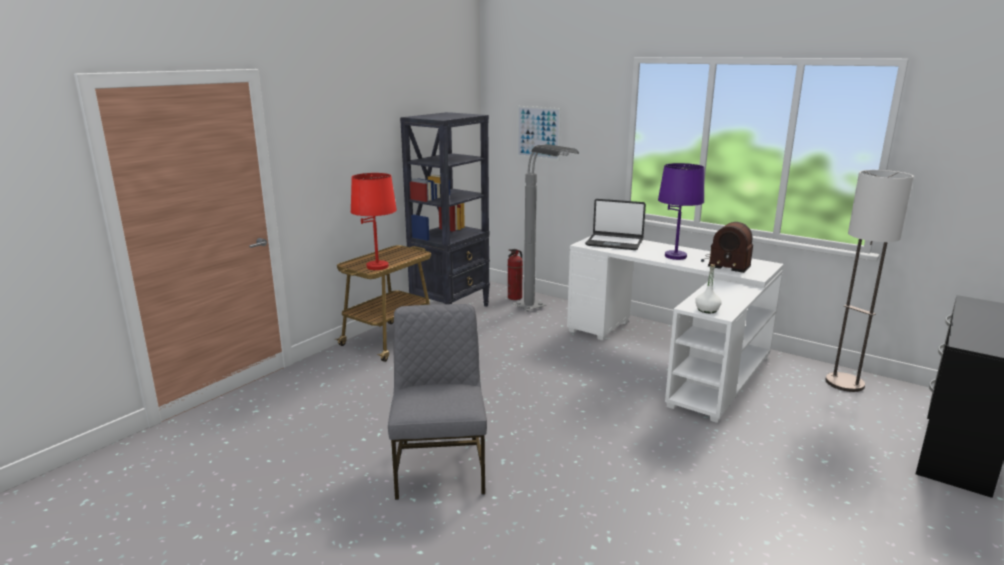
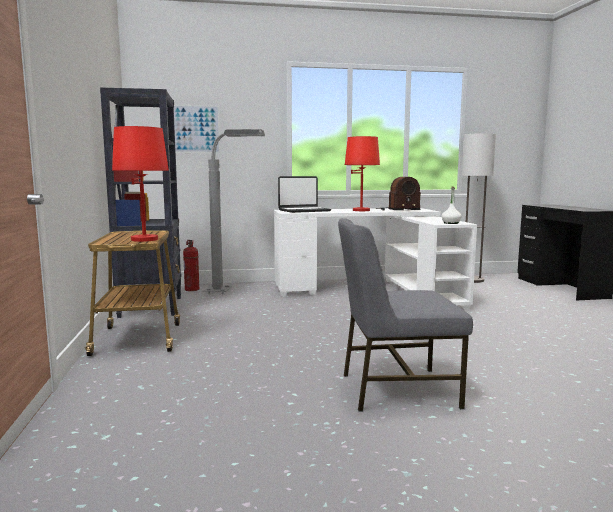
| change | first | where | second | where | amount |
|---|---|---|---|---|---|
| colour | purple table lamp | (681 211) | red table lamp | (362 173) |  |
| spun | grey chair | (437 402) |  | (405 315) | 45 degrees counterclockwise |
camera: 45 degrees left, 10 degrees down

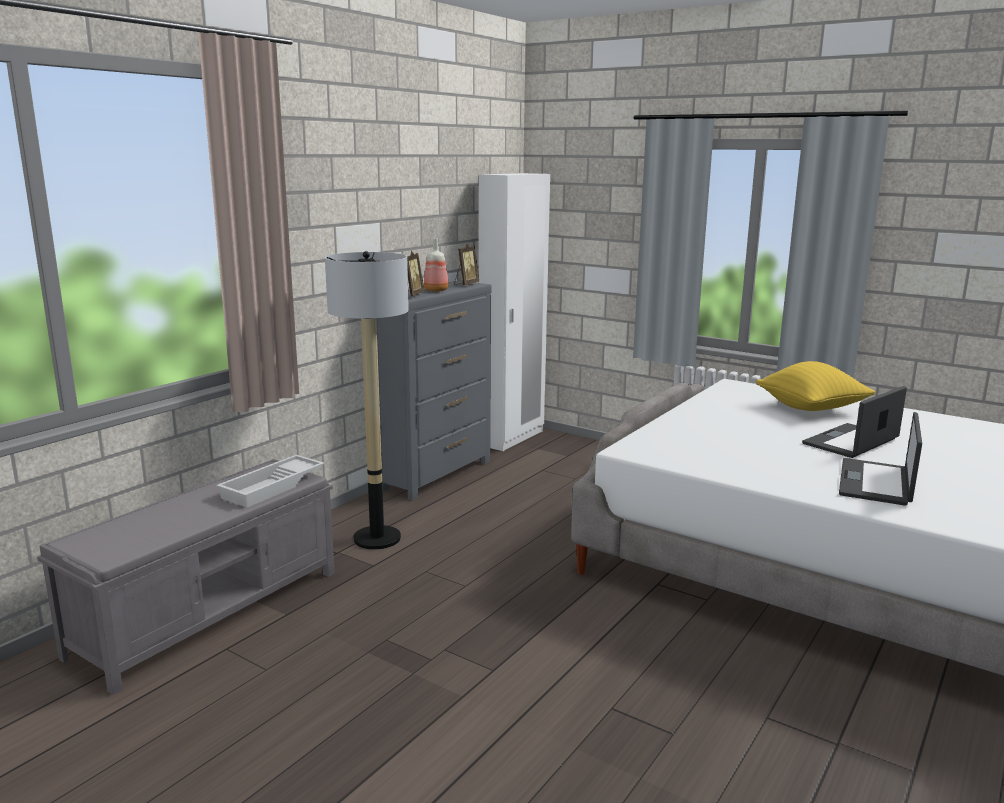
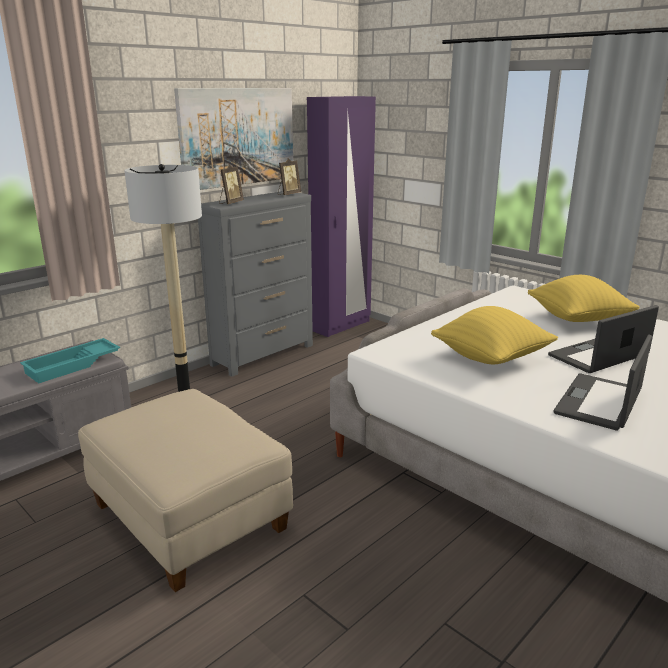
| change | first | where | second | where | amount |
|---|---|---|---|---|---|
| missing | bottle | (436 265) |  |  |  |
| appeared |  |  | beige ottoman | (185 490) |  |
| appeared |  |  | picture | (233 139) |  |
| appeared |  |  | yellow pillow | (494 335) |  |
| colour | white tray | (270 481) | turquoise tray | (70 360) |  |
| colour | white wardrobe | (514 312) | purple wardrobe | (341 216) |  |
camera: 10 degrees right, 5 degrees up

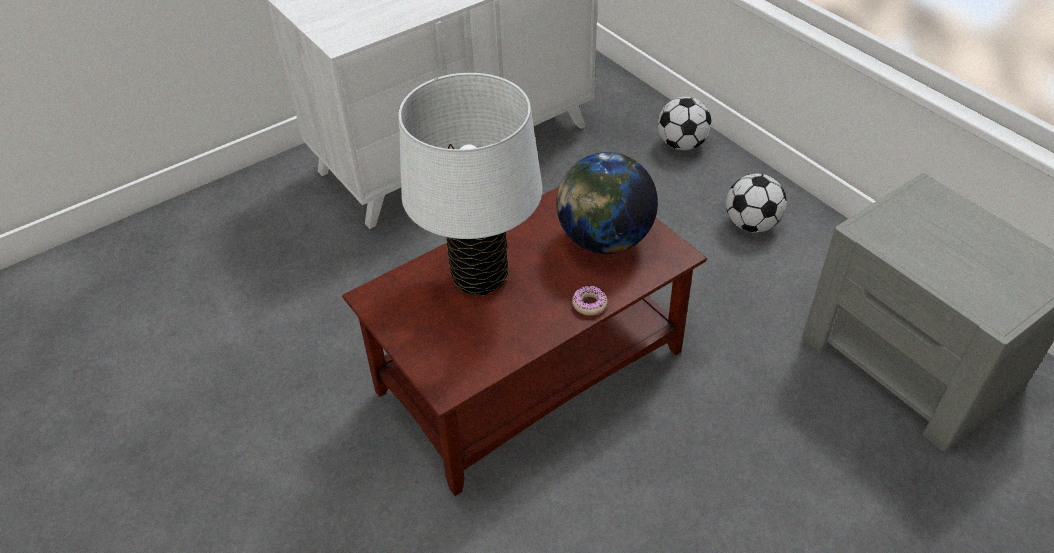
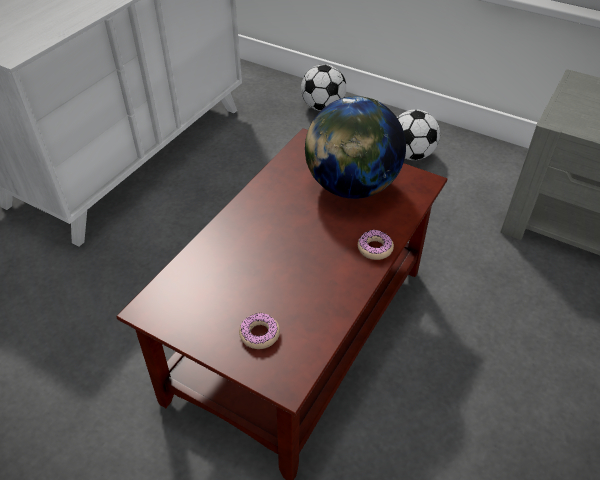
| change | first | where | second | where | amount |
|---|---|---|---|---|---|
| missing | white table lamp | (470 184) |  |  |  |
| appeared |  |  | donut | (259 331) |  |
camera: 25 degrees left, 0 degrees up

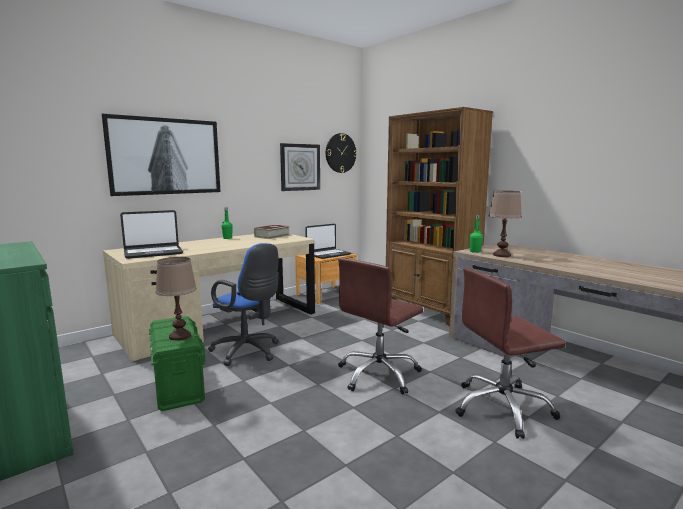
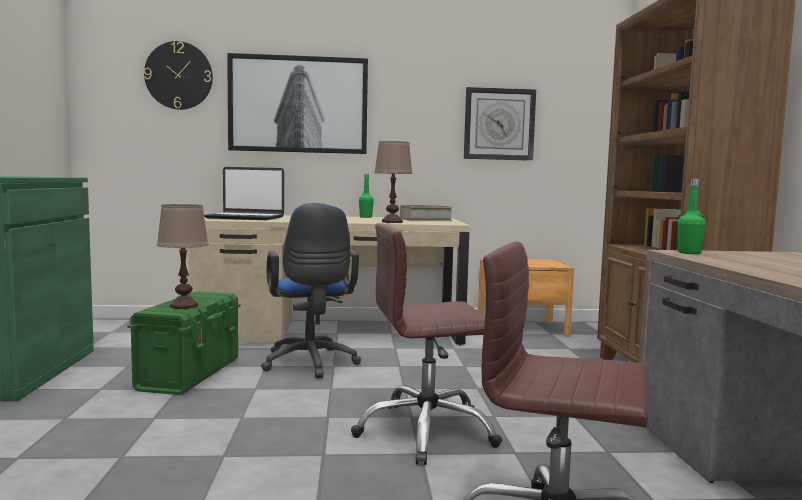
| change | first | where | second | where | amount |
|---|---|---|---|---|---|
| missing | laptop | (328 241) |  |  |  |
| relocated | wall clock | (341 153) |  | (178 75) |  |
| relocated | brown table lamp | (505 224) |  | (393 182) |  |
camera: 35 degrees right, 5 degrees down

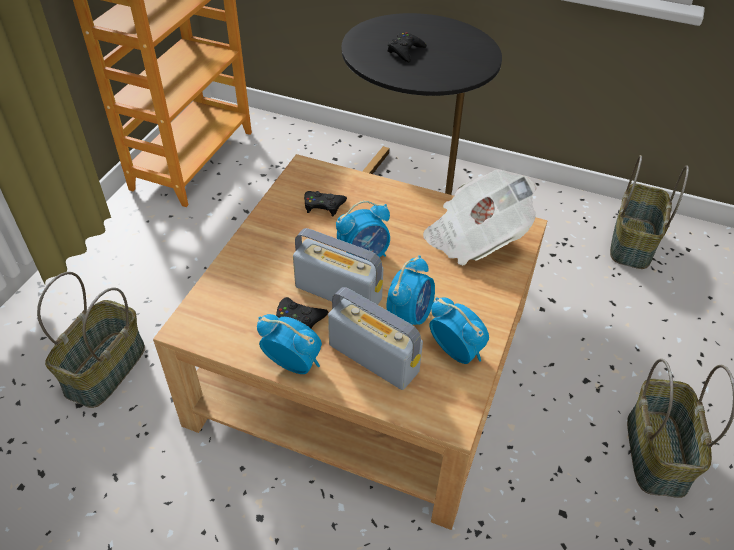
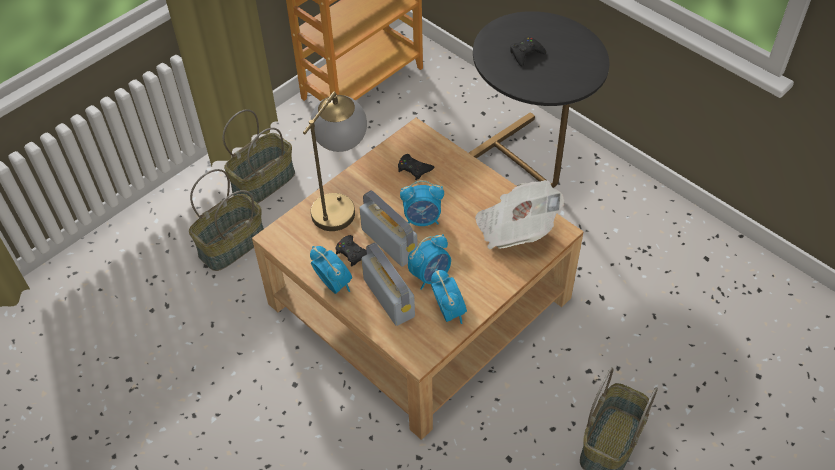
| change | first | where | second | where | amount |
|---|---|---|---|---|---|
| appeared |  |  | table lamp | (335 161) |  |
| relocated | basket | (649 212) |  | (259 156) |  |
camera: 25 degrees right, 5 degrees up

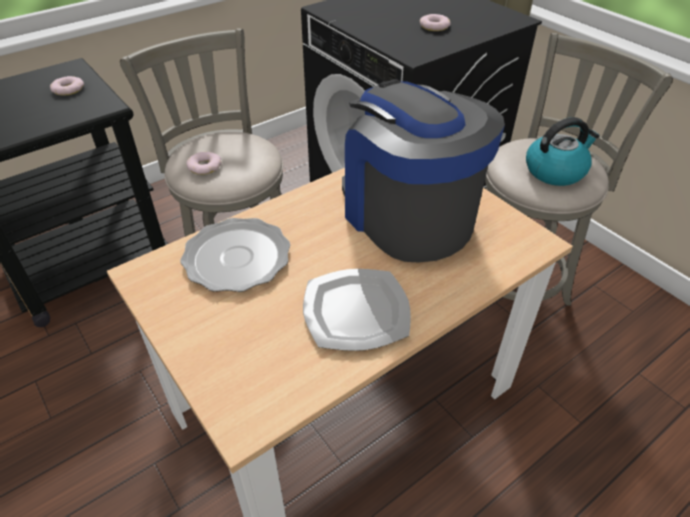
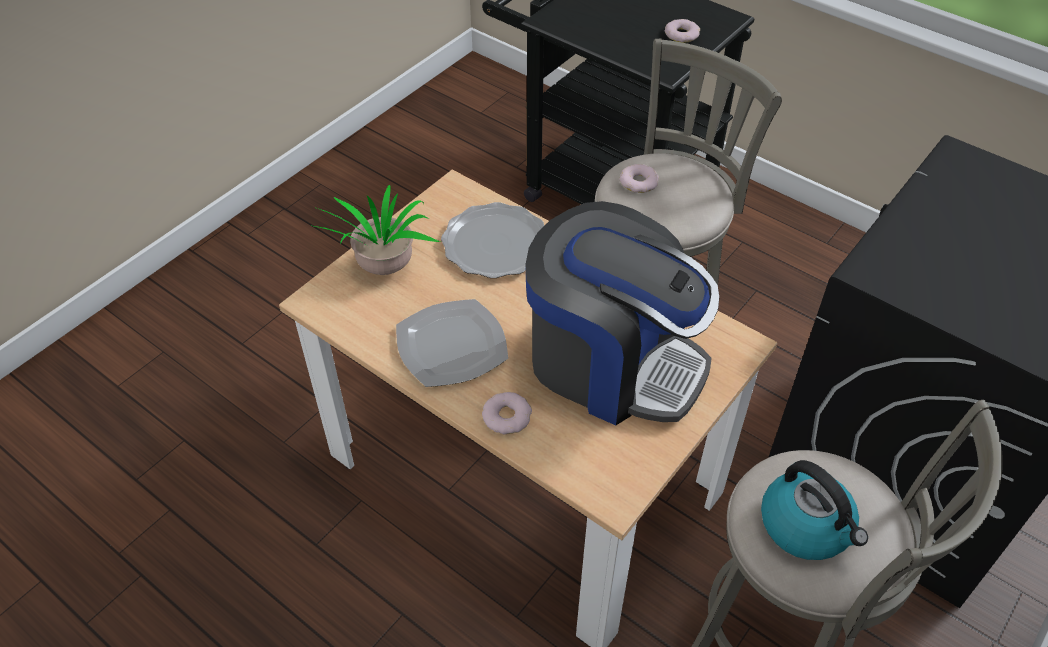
| change | first | where | second | where | amount |
|---|---|---|---|---|---|
| appeared |  |  | potted plant | (375 230) |  |
| relocated | donut | (434 22) |  | (507 413) |  |
| spun | coffee machine | (423 171) |  | (622 313) | 75 degrees clockwise |
camera: 75 degrees right, 5 degrees up

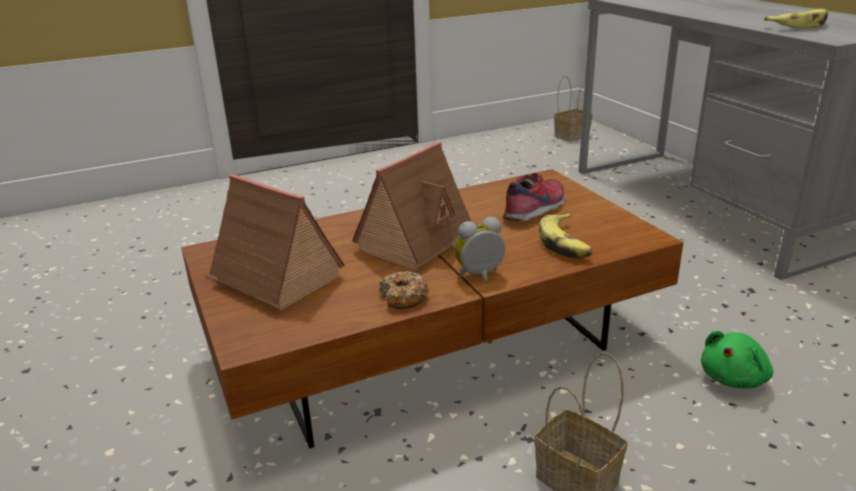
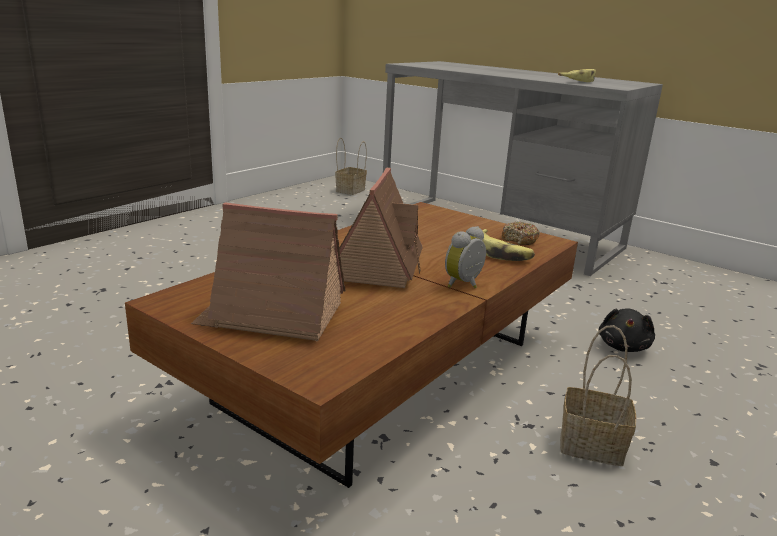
| change | first | where | second | where | amount |
|---|---|---|---|---|---|
| missing | shoe | (534 197) |  |  |  |
| relocated | donut | (404 290) |  | (521 233) |  |
| colour | green plush toy | (737 359) | black plush toy | (627 330) |  |
camera: 30 degrees left, 5 degrees down

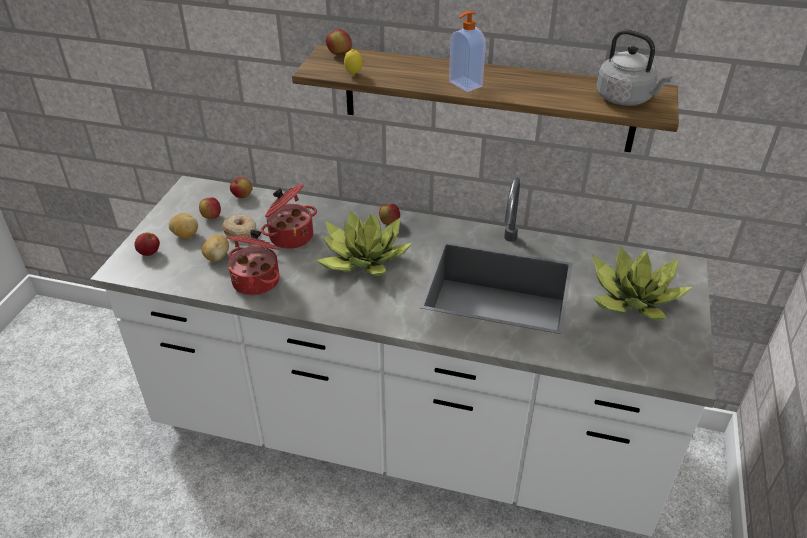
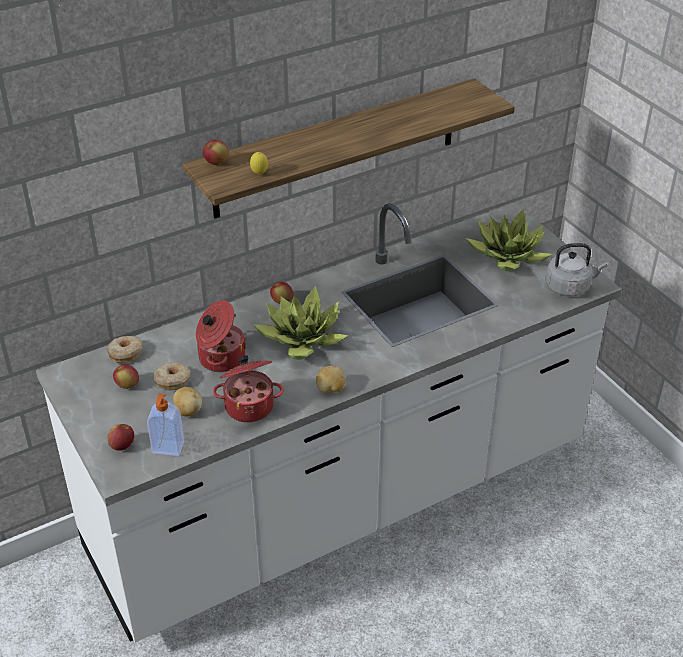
| change | first | where | second | where | amount |
|---|---|---|---|---|---|
| relocated | potato | (183 225) |  | (330 379) |  |
| relocated | soap dispenser | (467 51) |  | (165 425) |  |
| relocated | grey kettle | (634 68) |  | (576 270) |  |
| exchanged | apple | (241 187) | donut | (125 349) |  |
camera: 45 degrees left, 0 degrees up

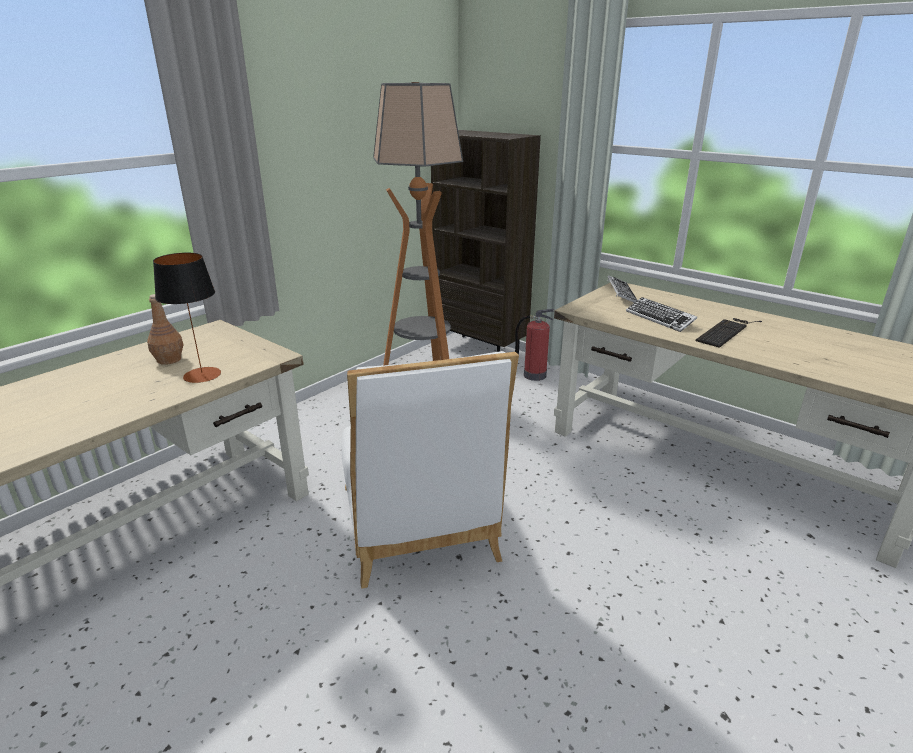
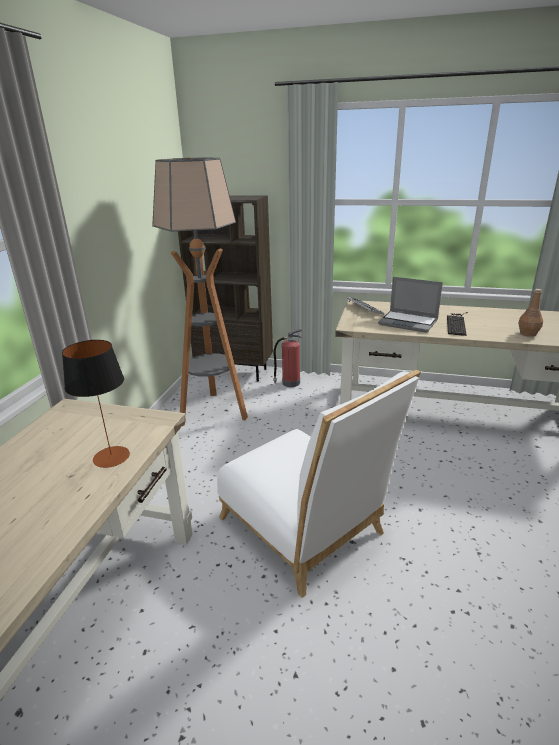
| change | first | where | second | where | amount |
|---|---|---|---|---|---|
| relocated | brown bottle | (165 329) |  | (530 313) |  |
| exchanged | keyboard | (661 314) | laptop | (410 305) |  |
camera: 25 degrees left, 0 degrees up

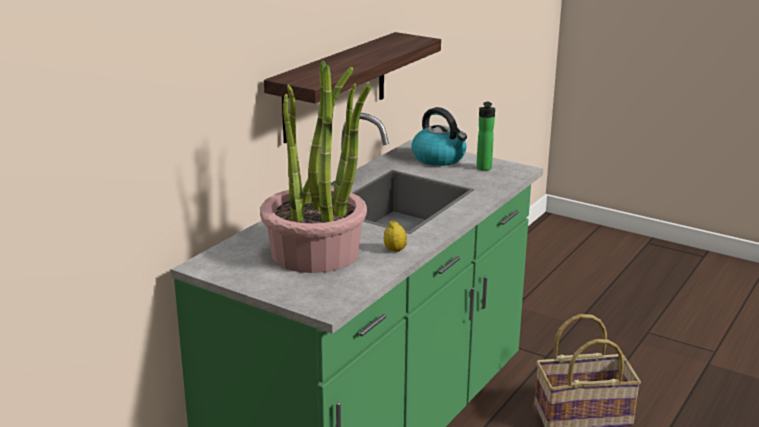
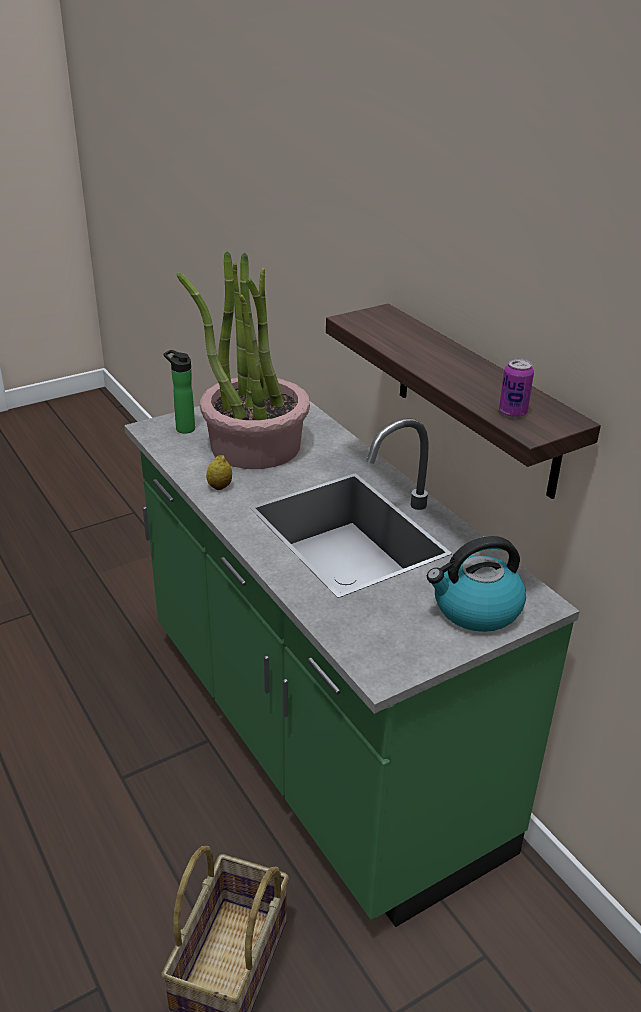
| change | first | where | second | where | amount |
|---|---|---|---|---|---|
| appeared |  |  | can | (516 388) |  |
| relocated | bottle | (485 136) |  | (179 392) |  |
camera: 115 degrees right, 10 degrees up

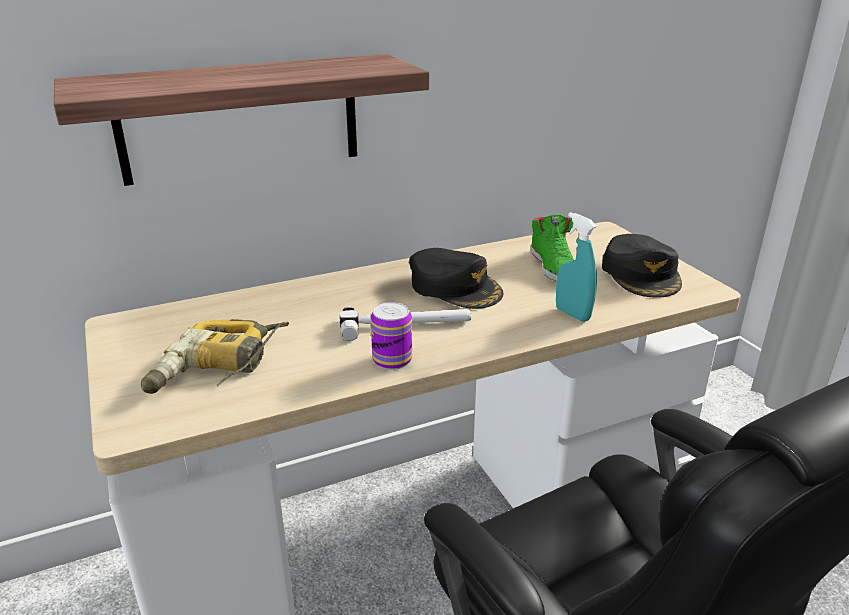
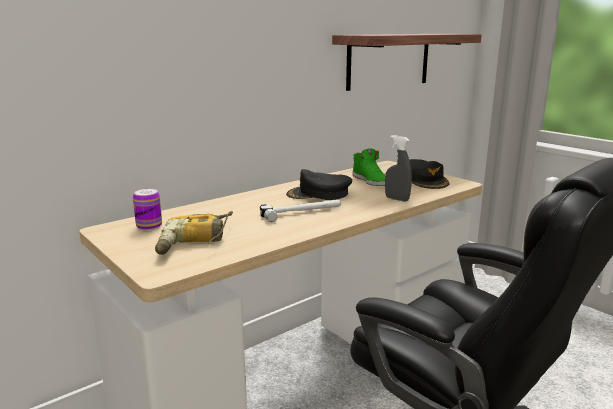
| change | first | where | second | where | amount |
|---|---|---|---|---|---|
| relocated | shelf | (241 120) |  | (407 62) |  |
| relocated | can | (391 336) |  | (147 209) |  |
| colour | turquoise spray bottle | (576 267) | grey spray bottle | (398 168) |  |
| spun | black cap | (456 278) |  | (319 184) | 150 degrees clockwise |
camera: 15 degrees left, 10 degrees down

